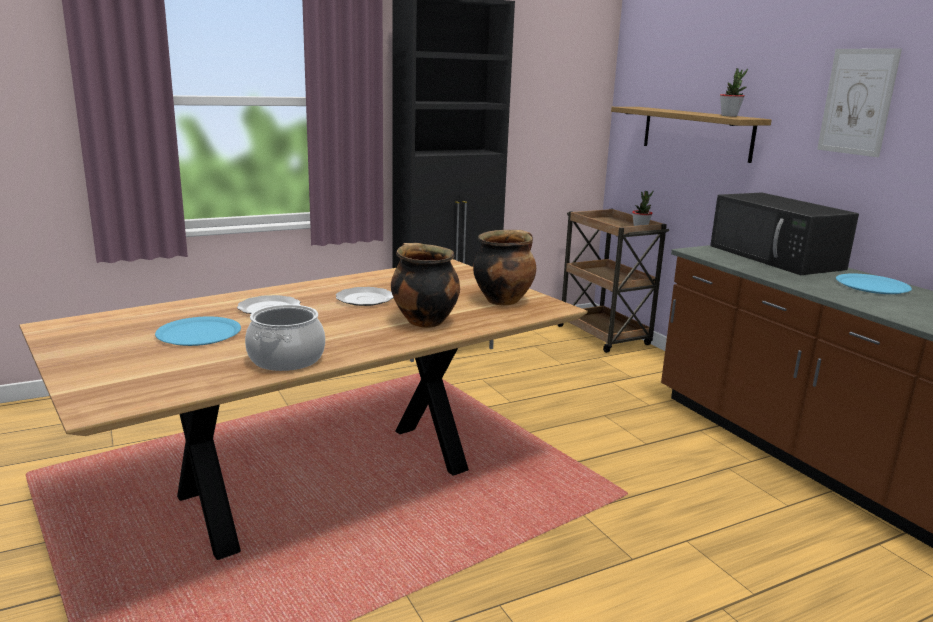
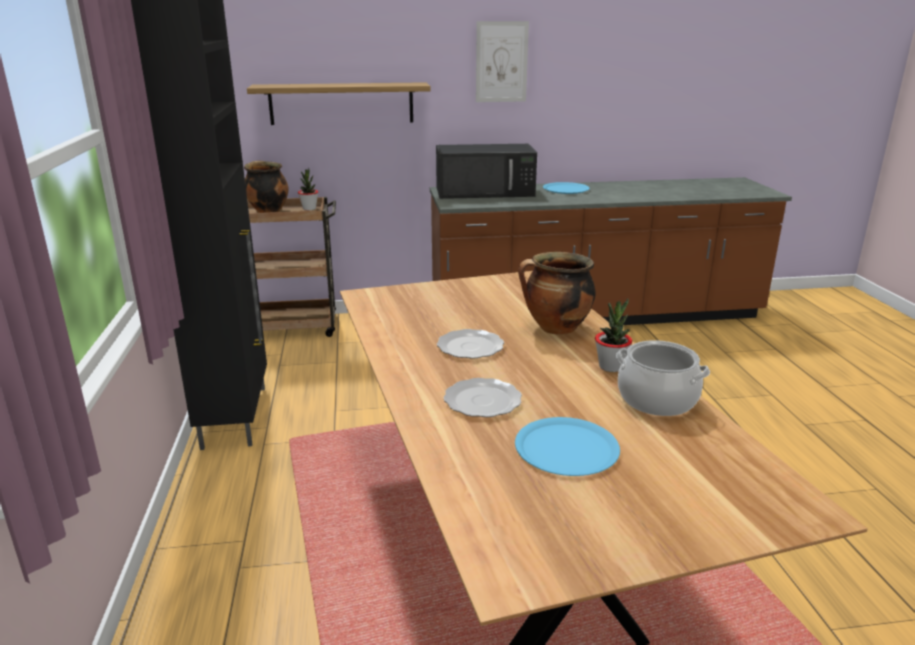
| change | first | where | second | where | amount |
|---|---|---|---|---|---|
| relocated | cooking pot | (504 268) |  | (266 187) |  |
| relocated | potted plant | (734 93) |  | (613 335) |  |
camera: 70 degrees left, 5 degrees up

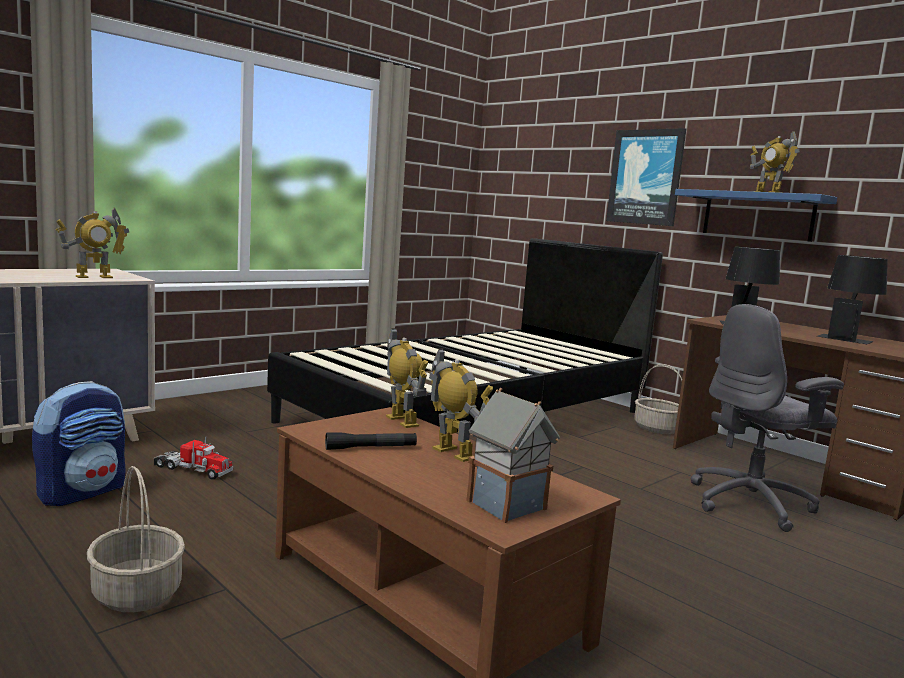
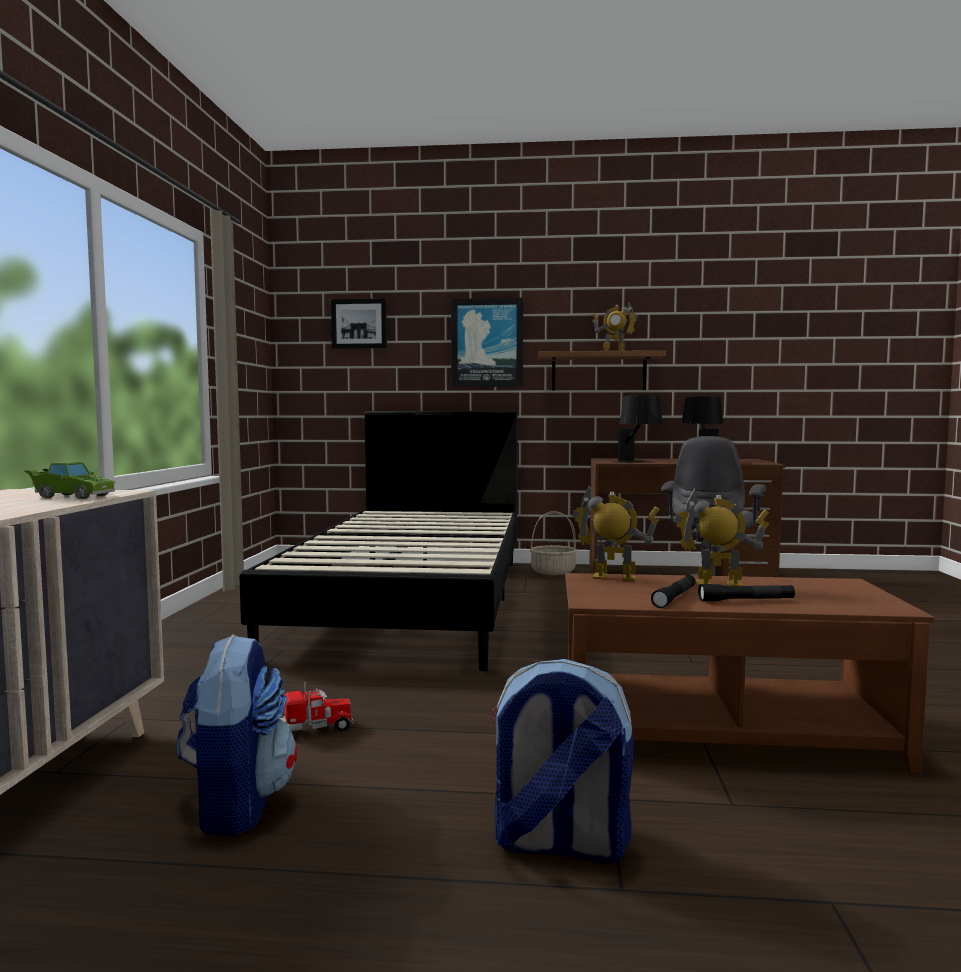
| change | first | where | second | where | amount |
|---|---|---|---|---|---|
| missing | toy house | (513 455) |  |  |  |
| appeared |  |  | picture | (359 323) |  |
| appeared |  |  | black flashlight | (746 593) |  |
| exchanged | toy robot | (92 242) | green toy car | (70 480) |  |
| exchanged | basket | (136 539) | backpack | (561 761) |  |
| colour | blue shelf | (756 215) | brown shelf | (602 370) |  |
camera: 40 degrees left, 5 degrees down

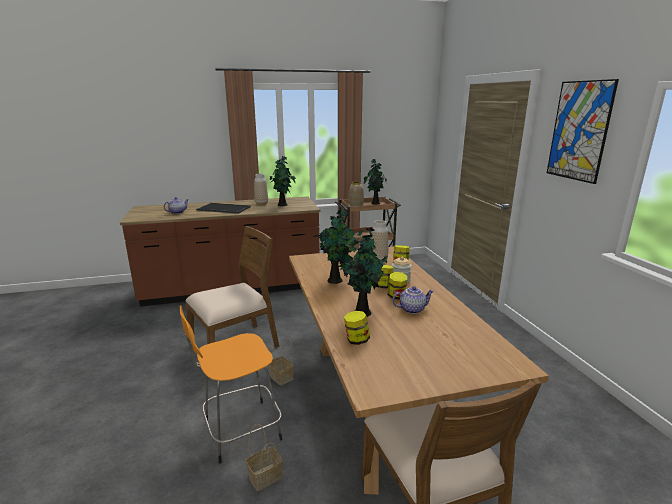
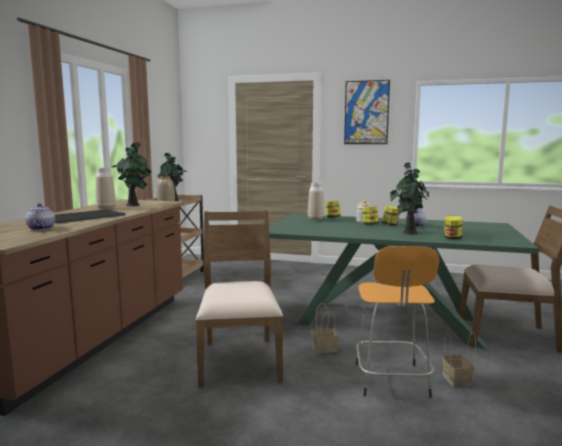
| change | first | where | second | where | amount |
|---|---|---|---|---|---|
| missing | potted plant | (336 247) |  |  |  |
| colour | brown dining table | (419 371) | green dining table | (404 281) |  |
camera: 60 degrees left, 10 degrees down

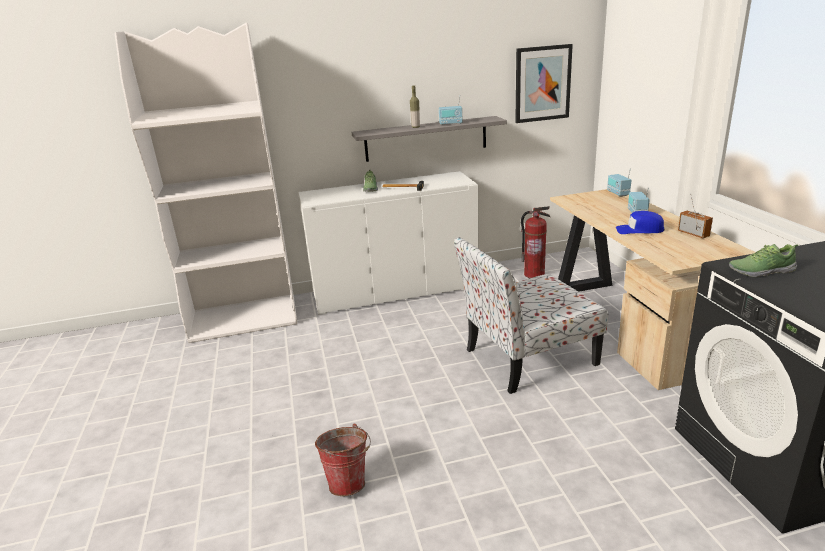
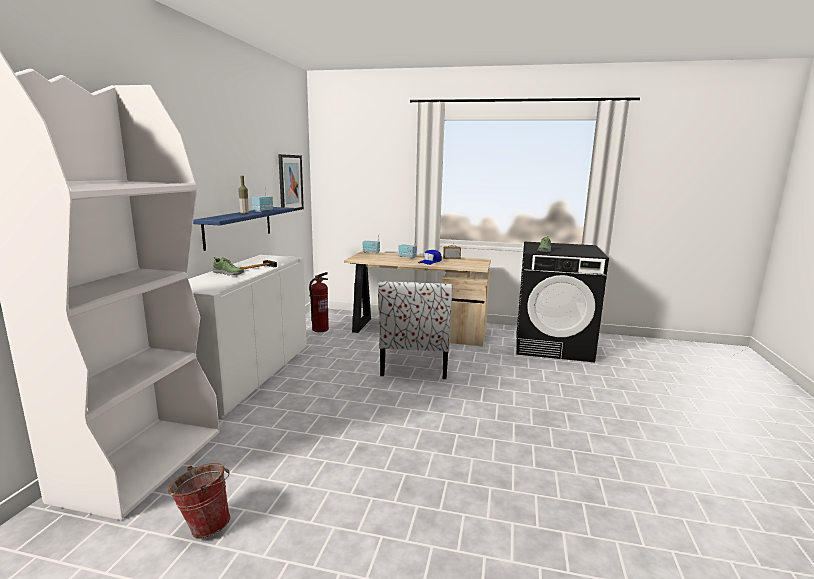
| change | first | where | second | where | amount |
|---|---|---|---|---|---|
| relocated | bucket | (343 460) |  | (199 500) |  |
| colour | grey shelf | (429 139) | blue shelf | (243 229) |  |
camera: 65 degrees left, 10 degrees down

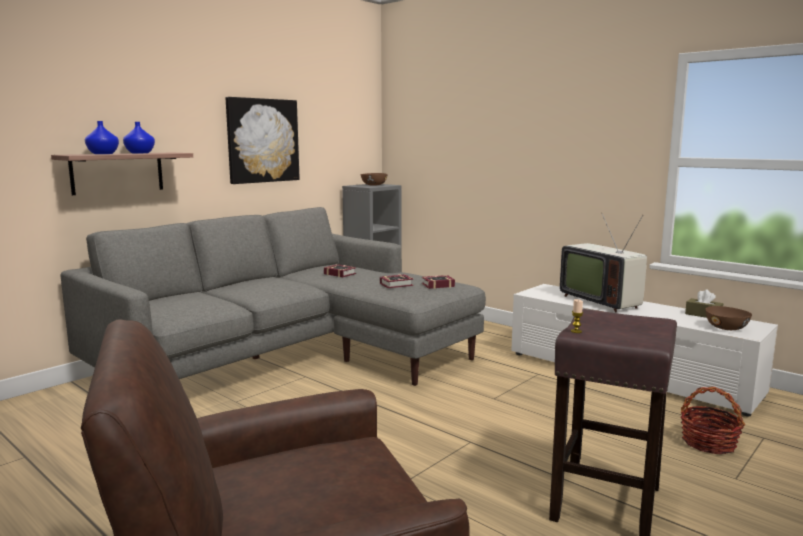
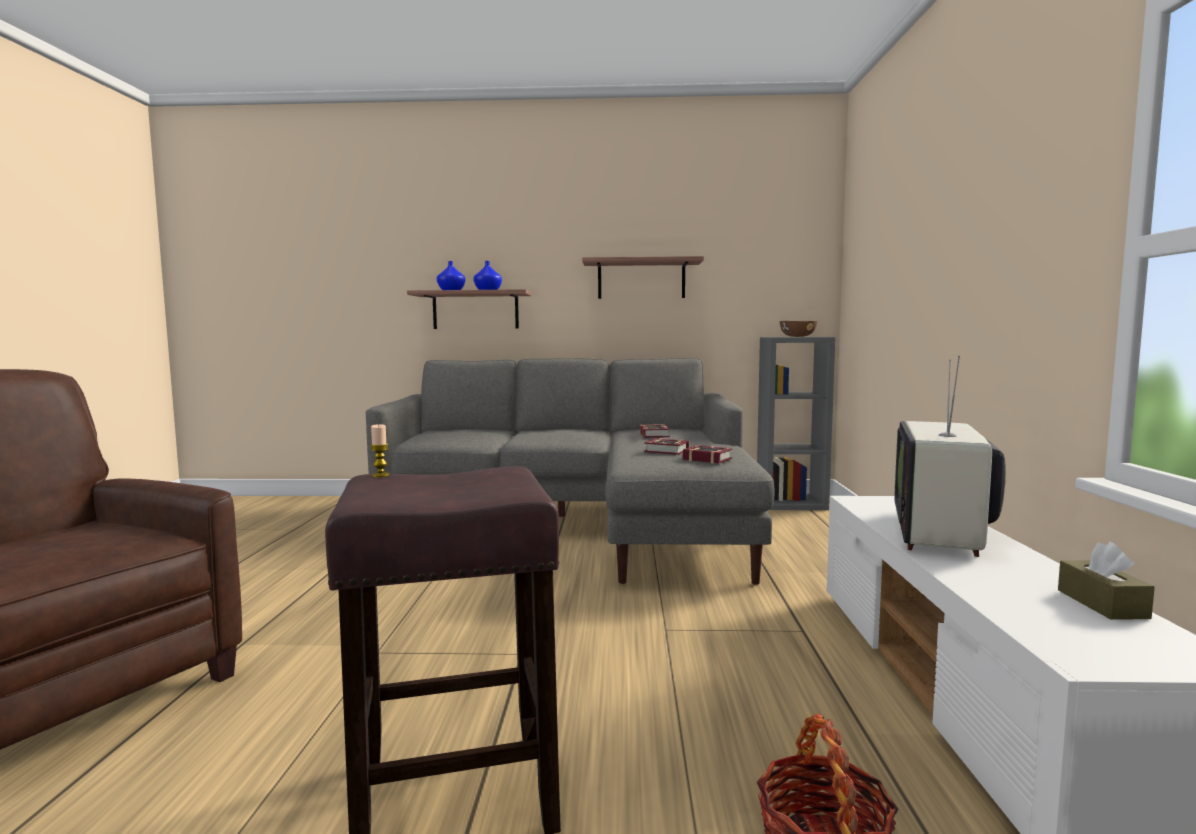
| change | first | where | second | where | amount |
|---|---|---|---|---|---|
| missing | brown bowl | (729 318) |  |  |  |
| exchanged | picture | (263 140) | shelf | (643 277) |  |
camera: 50 degrees right, 5 degrees down

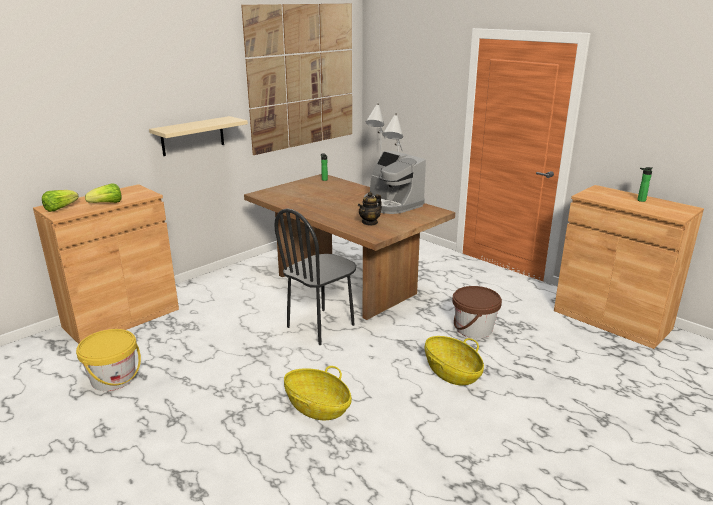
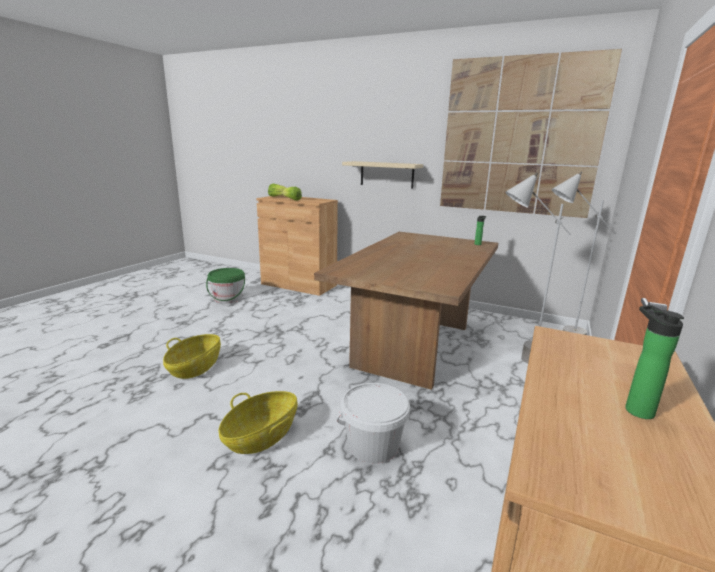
| change | first | where | second | where | amount |
|---|---|---|---|---|---|
| missing | black chair | (315 277) |  |  |  |
| missing | teapot | (370 209) |  |  |  |
| missing | coffee machine | (395 182) |  |  |  |
| colour | yellow bucket | (108 360) | green bucket | (225 285) |  |
| colour | brown bucket | (477 312) | white bucket | (373 423) |  |
camera: 70 degrees right, 5 degrees down

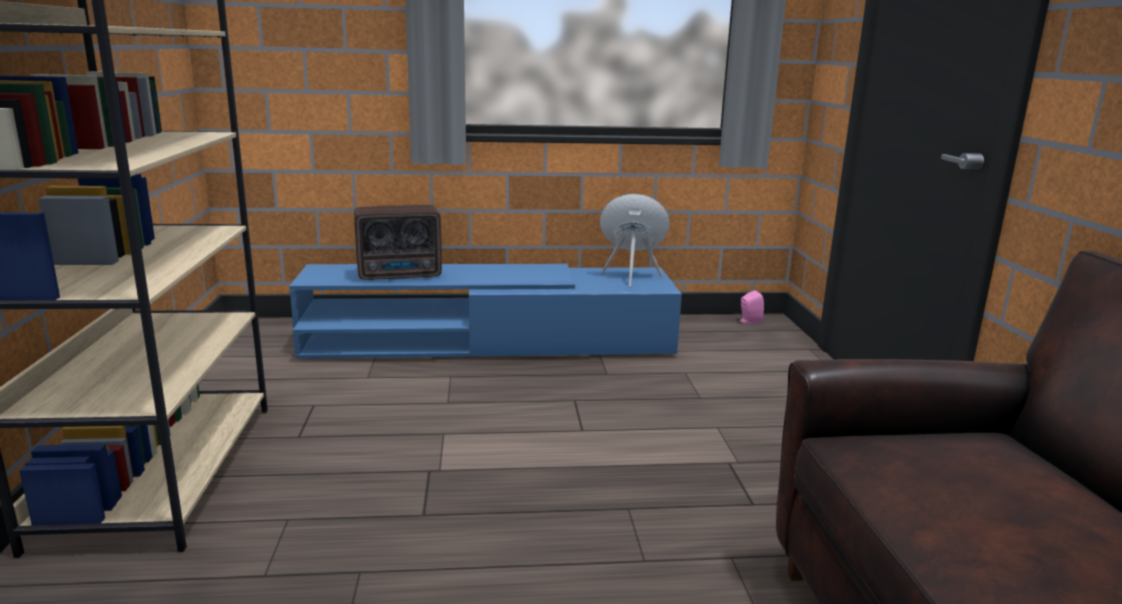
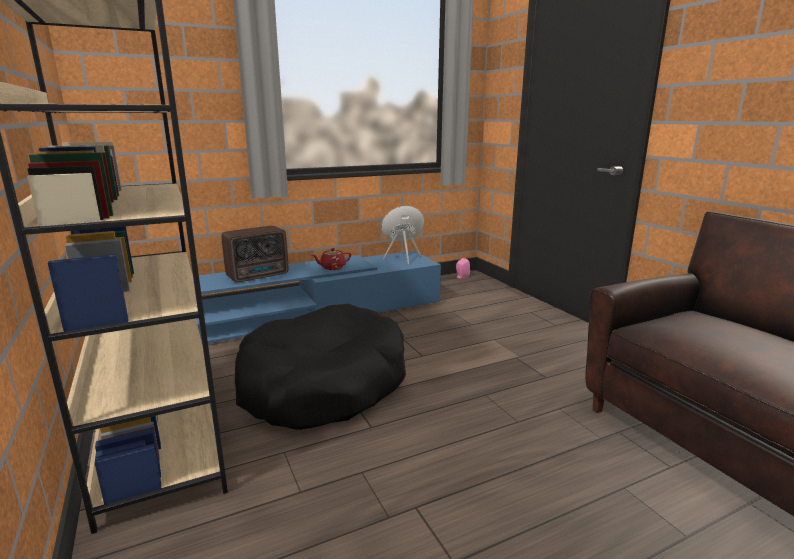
| change | first | where | second | where | amount |
|---|---|---|---|---|---|
| appeared |  |  | black dog bed | (320 367) |  |
| appeared |  |  | red teapot | (331 259) |  |
camera: 20 degrees left, 0 degrees up

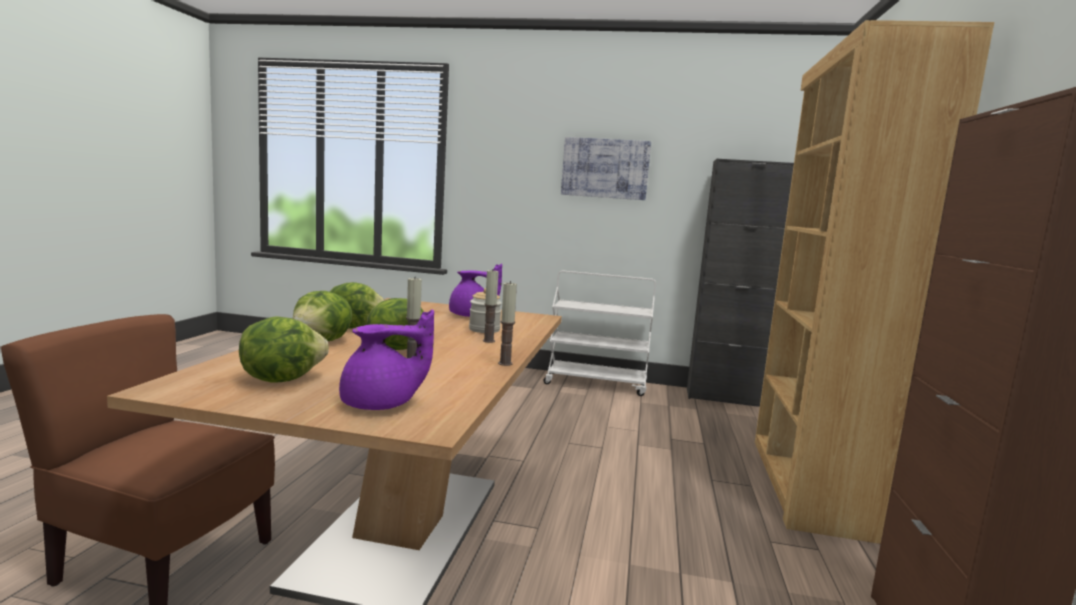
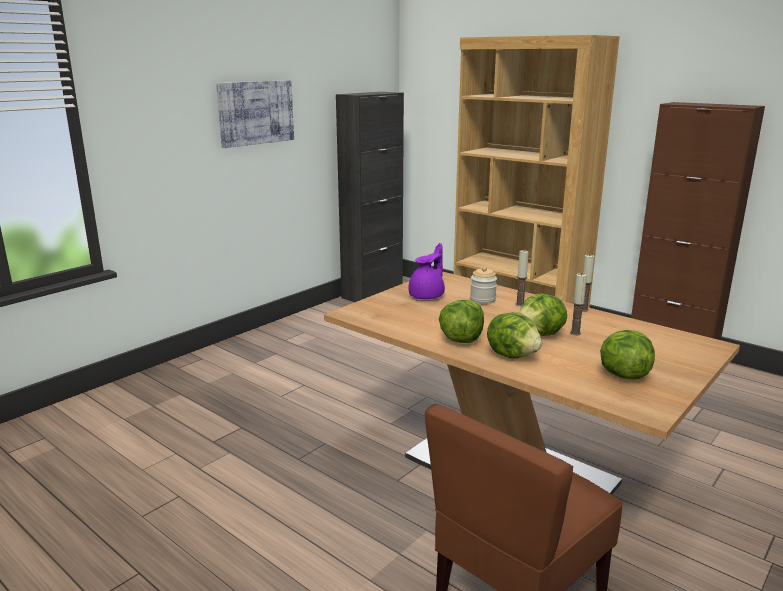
| change | first | where | second | where | amount |
|---|---|---|---|---|---|
| missing | purple teapot | (386 360) |  |  |  |
| missing | white cart | (599 333) |  |  |  |
camera: 60 degrees left, 10 degrees up

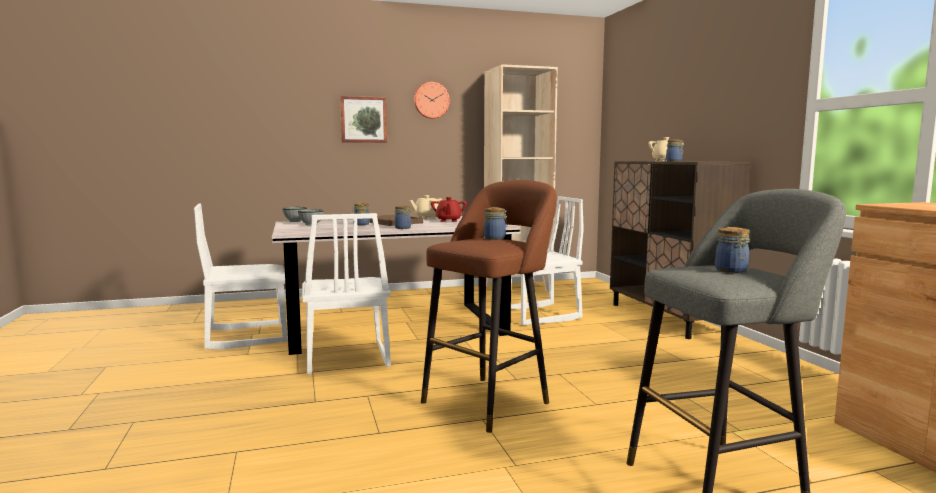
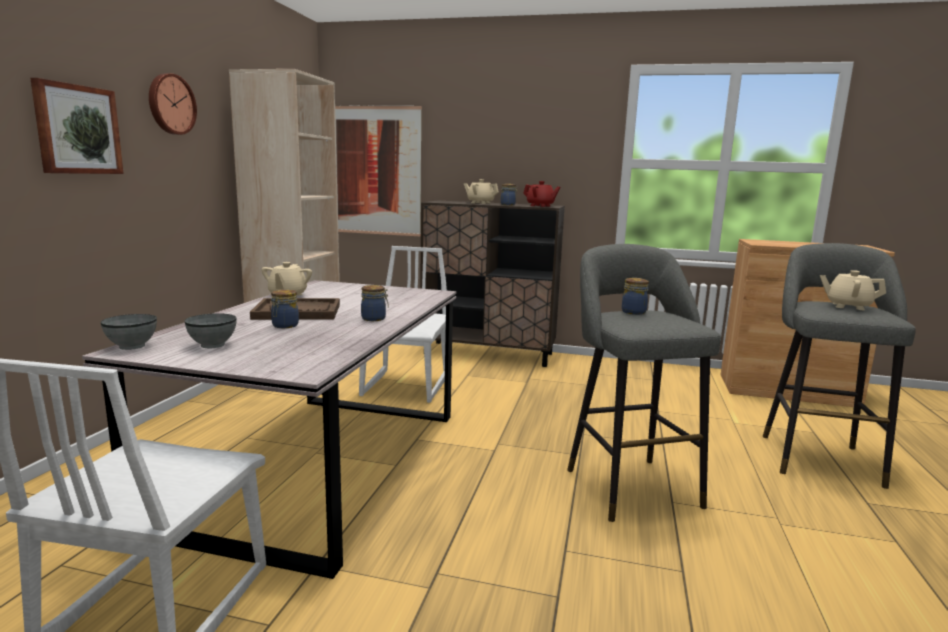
| change | first | where | second | where | amount |
|---|---|---|---|---|---|
| missing | white chair | (346 293) |  |  |  |
| appeared |  |  | picture | (378 170) |  |
| relocated | red teapot | (449 209) |  | (541 194) |  |
| exchanged | jar | (732 250) | beige teapot | (853 290) |  |
| colour | brown stool | (489 306) | grey stool | (644 383) |  |
camera: 60 degrees left, 5 degrees up

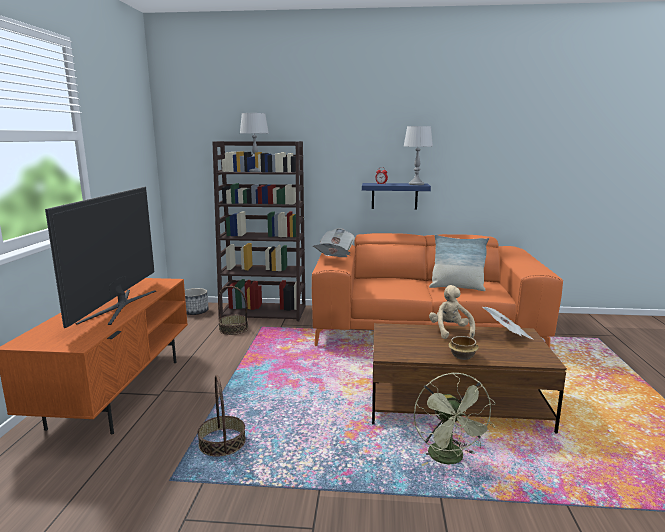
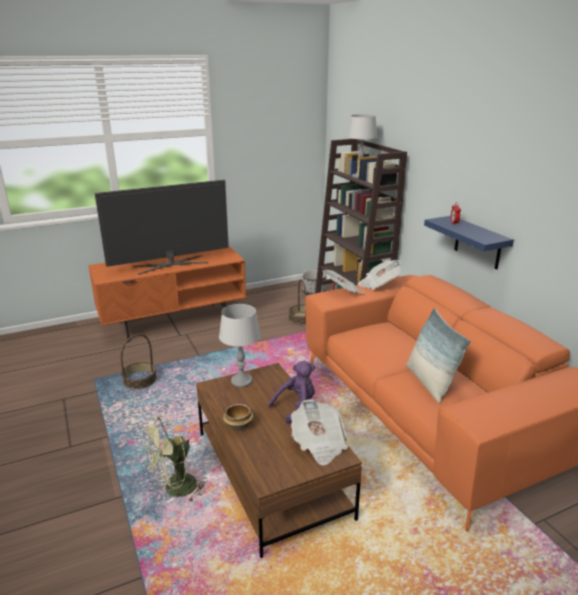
| change | first | where | second | where | amount |
|---|---|---|---|---|---|
| relocated | grey table lamp | (418 155) |  | (240 345) |  |
| colour | beige plush toy | (452 312) | purple plush toy | (291 392) |  |
camera: 60 degrees right, 10 degrees up

